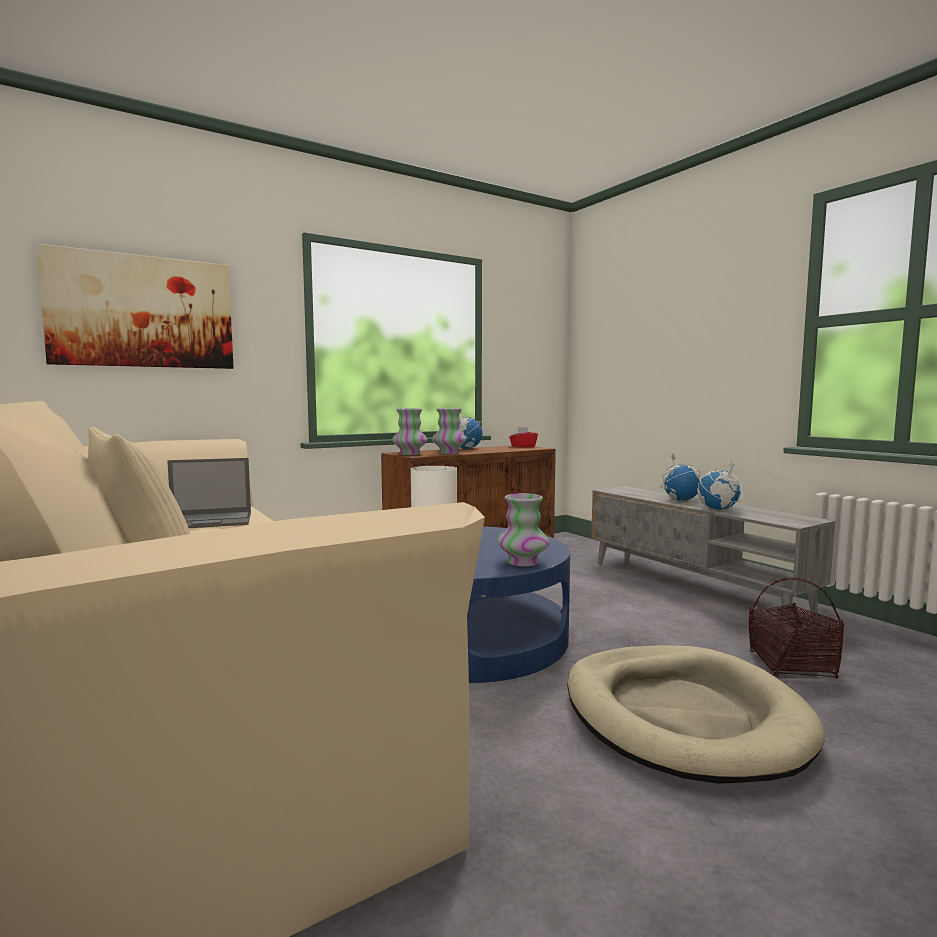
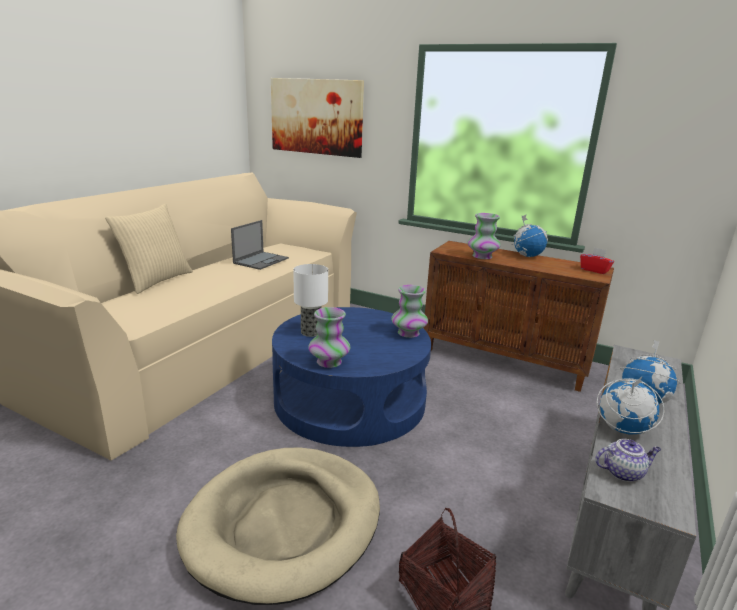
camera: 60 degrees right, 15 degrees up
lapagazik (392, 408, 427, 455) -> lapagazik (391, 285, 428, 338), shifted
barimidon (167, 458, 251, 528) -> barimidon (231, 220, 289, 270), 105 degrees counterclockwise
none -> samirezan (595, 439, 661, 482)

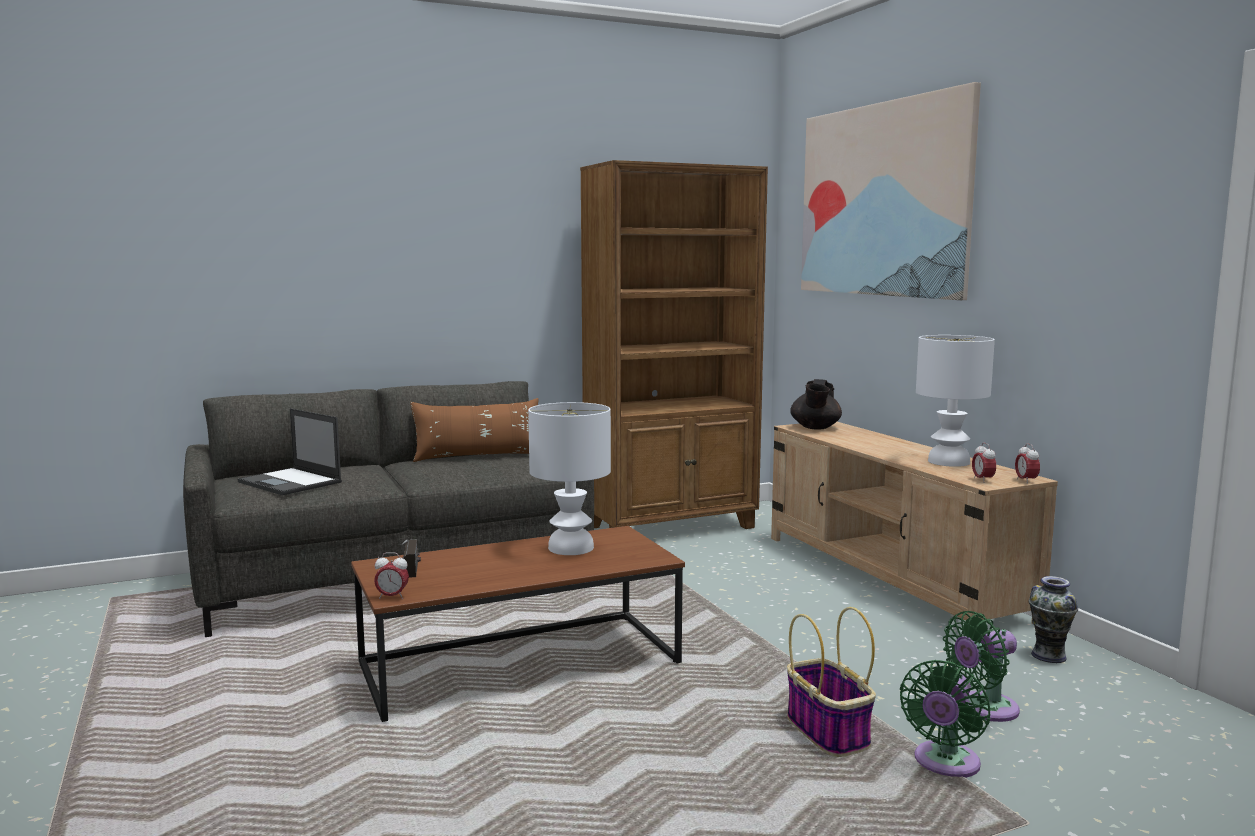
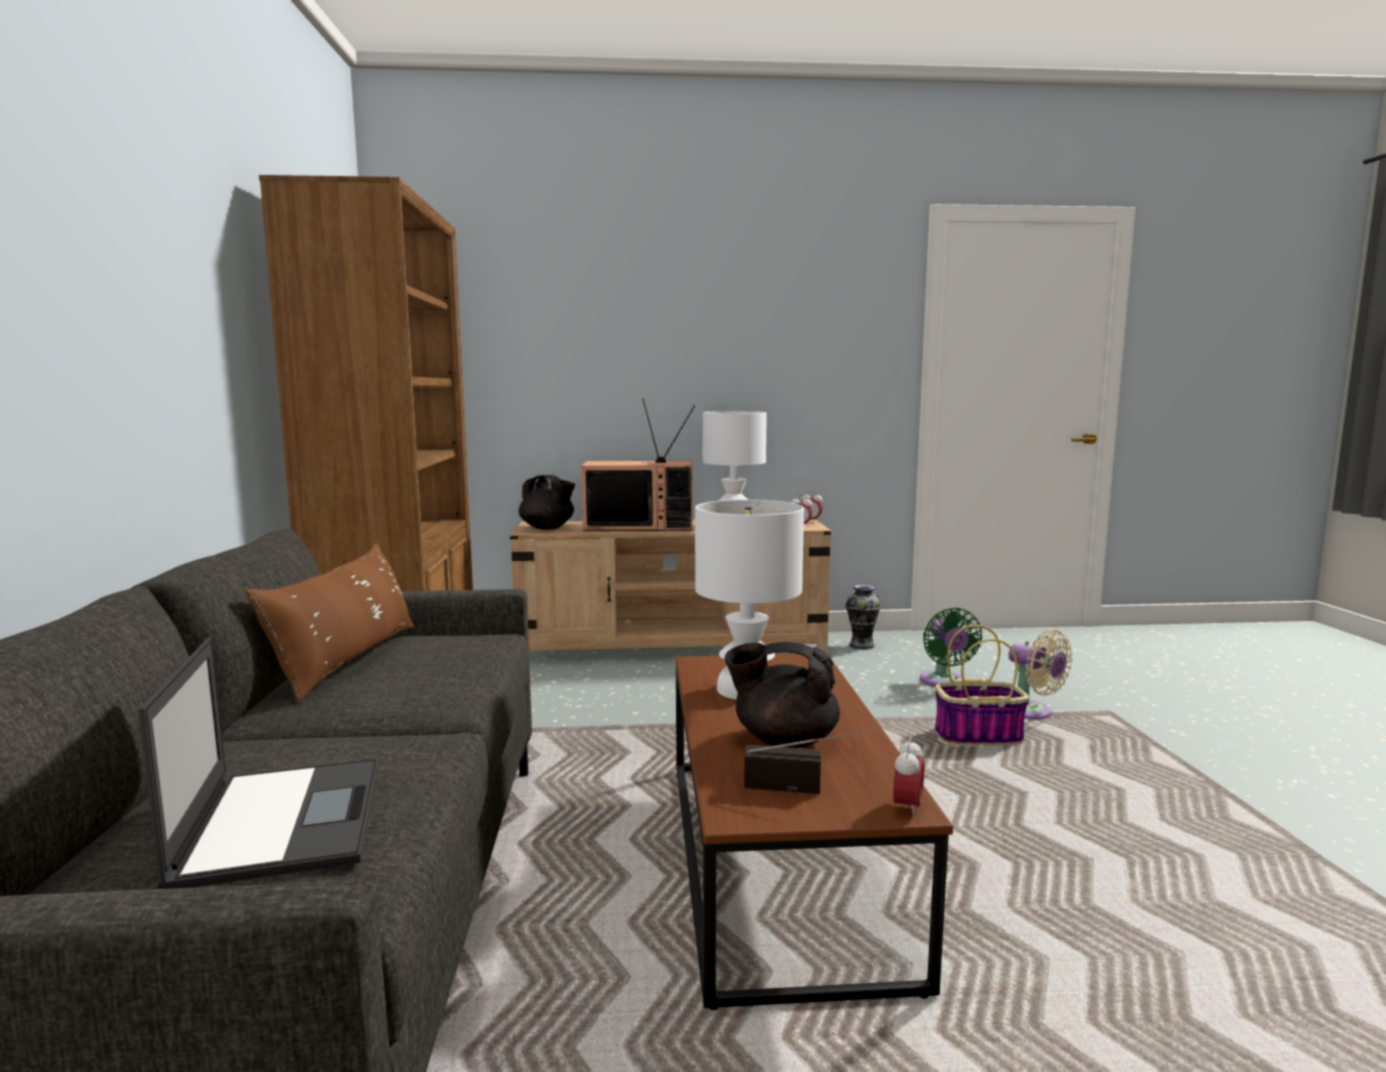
camera: 70 degrees left, 0 degrees up
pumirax (801, 82, 981, 300) -> none
barimidon (237, 408, 342, 495) -> barimidon (138, 637, 379, 889), 75 degrees counterclockwise
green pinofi (900, 660, 990, 778) -> beige pinofi (1008, 630, 1072, 719)
none -> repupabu (581, 398, 695, 531)
none -> black samirezan (725, 642, 840, 748)

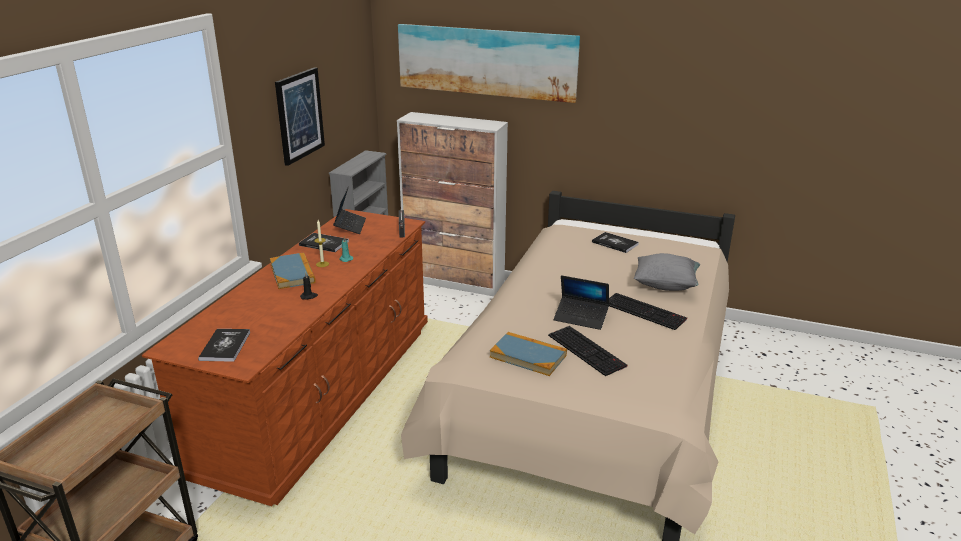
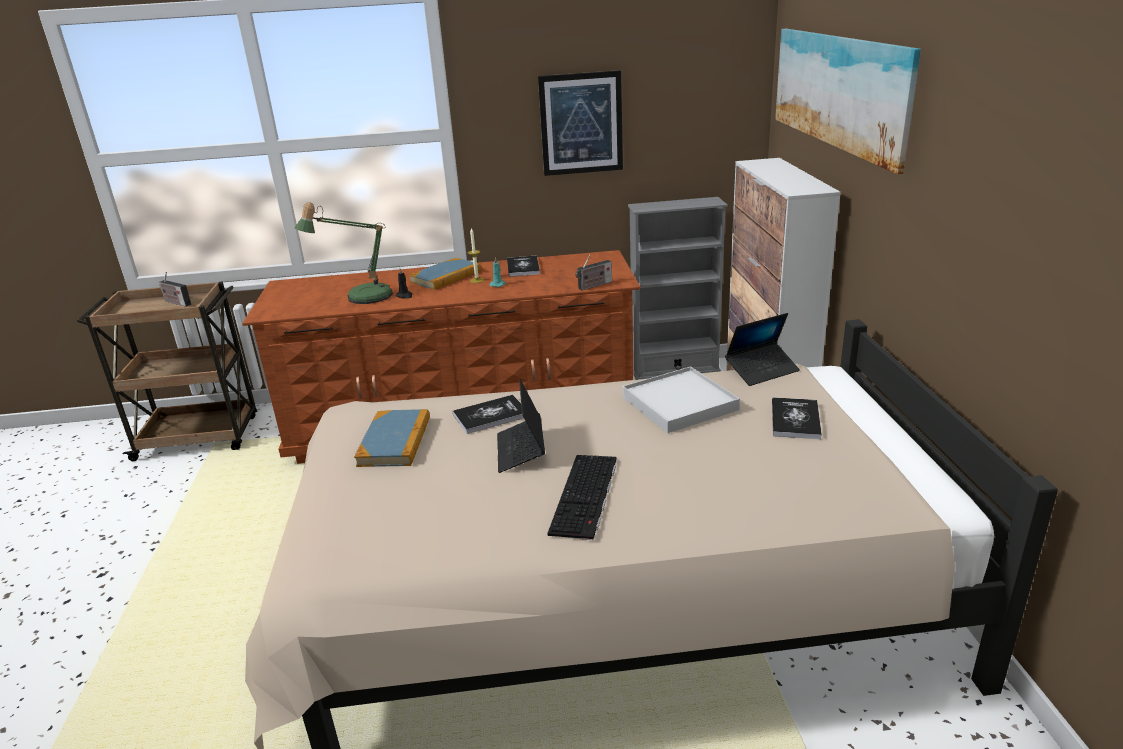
camera: 65 degrees right, 0 degrees up
barimidon (333, 187, 366, 234) -> barimidon (725, 313, 800, 386), shifted
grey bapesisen (634, 253, 700, 291) -> none
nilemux (548, 326, 627, 376) -> none
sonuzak (198, 329, 250, 362) -> sonuzak (453, 395, 524, 434), shifted
none -> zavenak (294, 202, 393, 304)
none -> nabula (159, 272, 191, 307)
none -> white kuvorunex (623, 366, 740, 433)

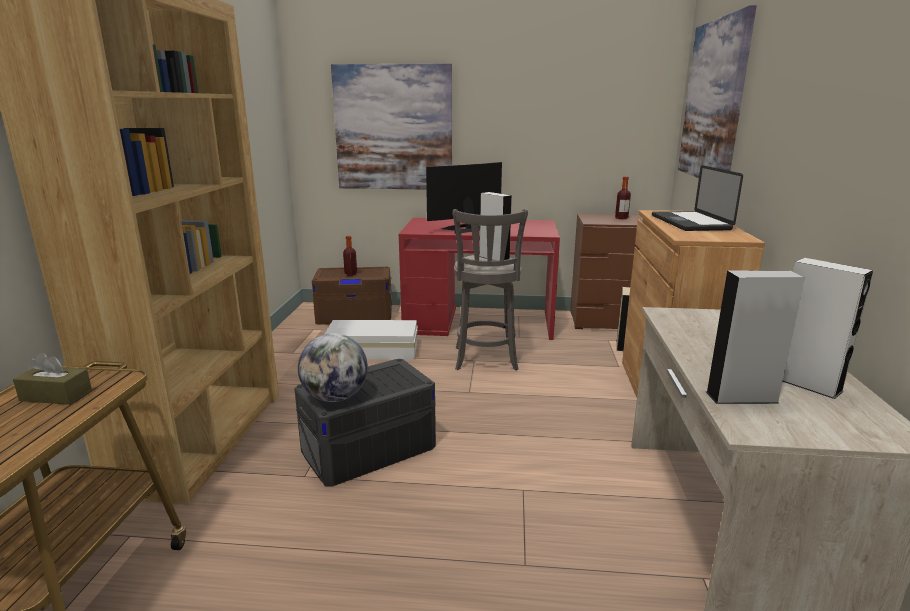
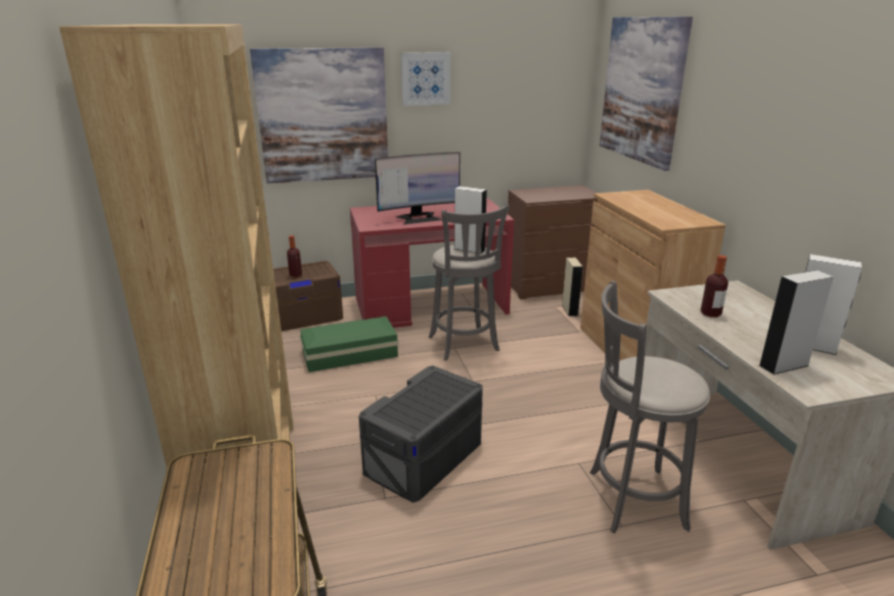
camera: 20 degrees left, 5 degrees up
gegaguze (426, 162, 502, 234) -> gegaguze (375, 152, 460, 225), 150 degrees counterclockwise
barimidon (652, 165, 743, 231) -> none
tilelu (615, 176, 631, 219) -> tilelu (700, 255, 728, 317), shifted
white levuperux (325, 320, 418, 360) -> green levuperux (300, 316, 399, 372)
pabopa (298, 333, 368, 402) -> none
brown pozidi (13, 352, 92, 405) -> none
none -> pumirax (401, 52, 451, 106)
none -> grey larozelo (590, 281, 710, 533)

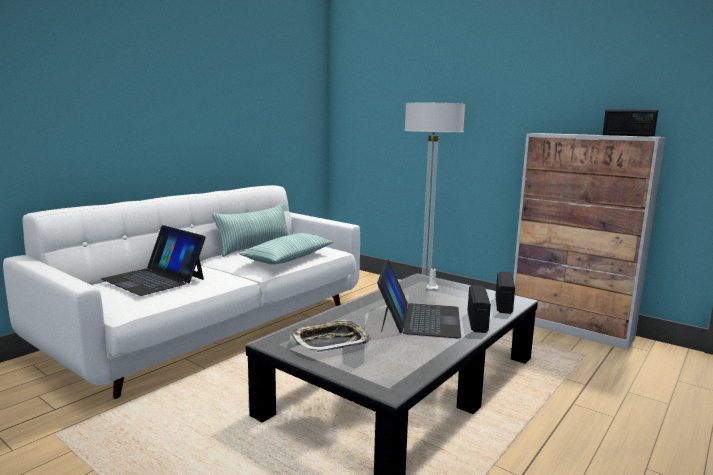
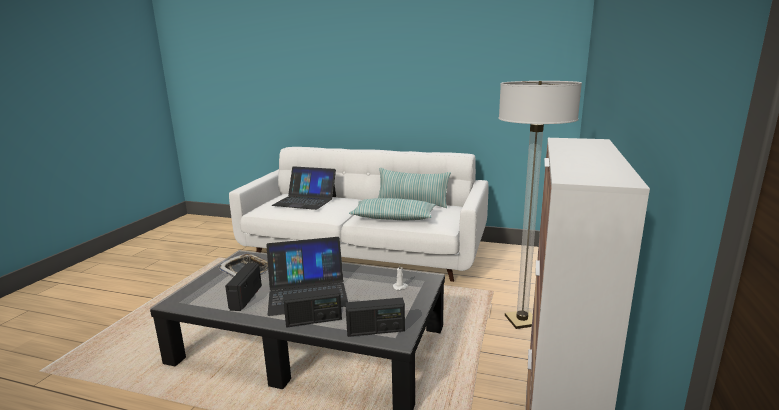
camera: 70 degrees right, 5 degrees up
nabula (602, 110, 658, 137) -> nabula (225, 263, 262, 311), shifted
barimidon (101, 225, 206, 296) -> barimidon (272, 166, 336, 210), 90 degrees counterclockwise

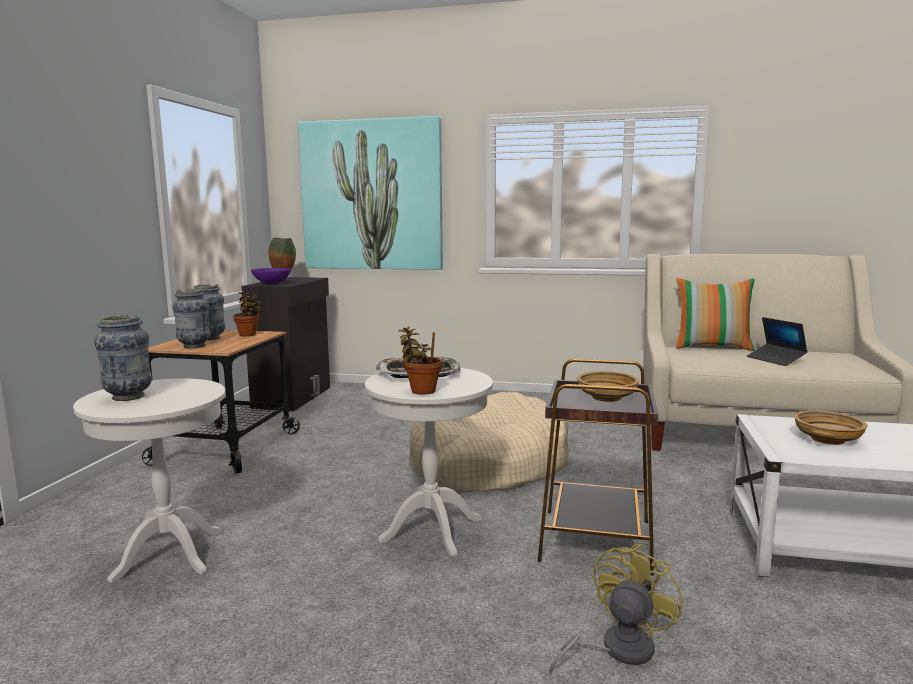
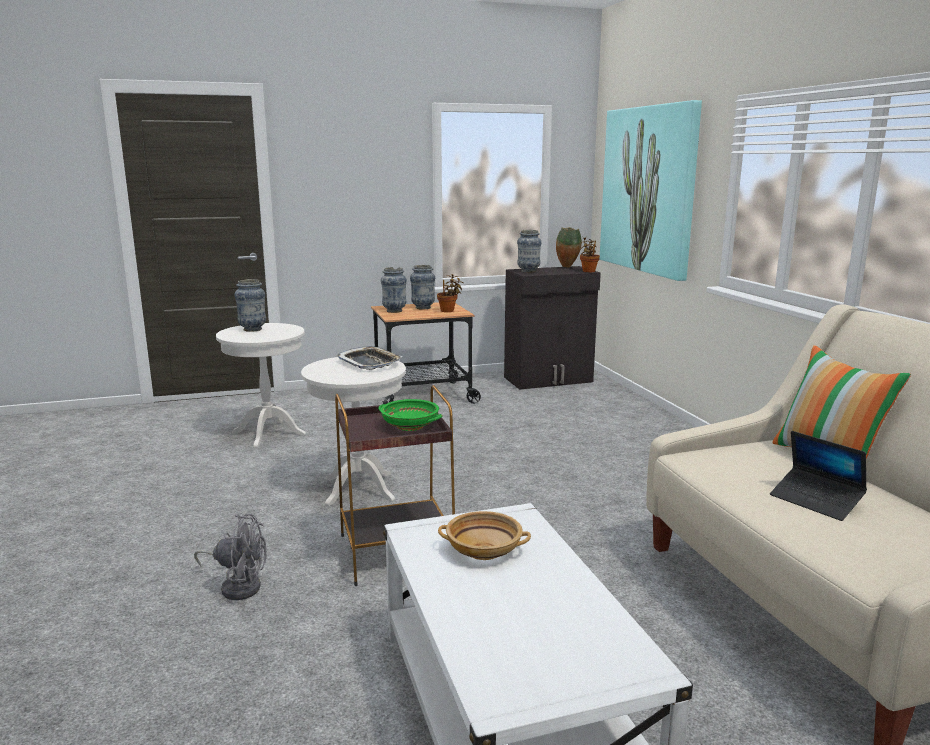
camera: 60 degrees right, 5 degrees up
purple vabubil (251, 268, 291, 285) -> lapagazik (517, 230, 542, 273)
barimidon (747, 317, 808, 366) -> barimidon (770, 431, 867, 521), 75 degrees counterclockwise
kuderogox (398, 326, 442, 395) -> kuderogox (580, 237, 600, 272), shifted
beige vabubil (577, 371, 639, 402) -> green vabubil (378, 399, 442, 431)
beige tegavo (409, 392, 568, 492) -> none
yellow pinofi (549, 544, 682, 674) -> grey pinofi (194, 514, 267, 600)

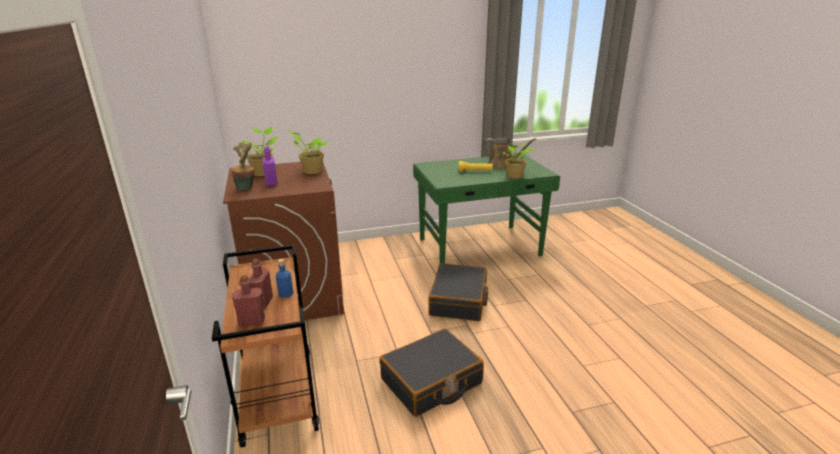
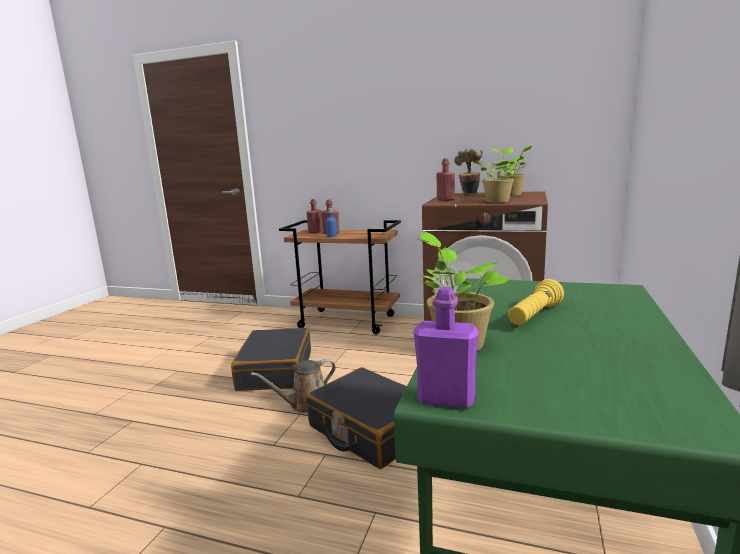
camera: 125 degrees right, 10 degrees down
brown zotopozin (483, 138, 537, 168) -> brown zotopozin (251, 359, 336, 413), shifted
purple tilelu (262, 146, 278, 186) -> purple tilelu (414, 287, 479, 409), shifted
none -> red tilelu (436, 158, 455, 201)

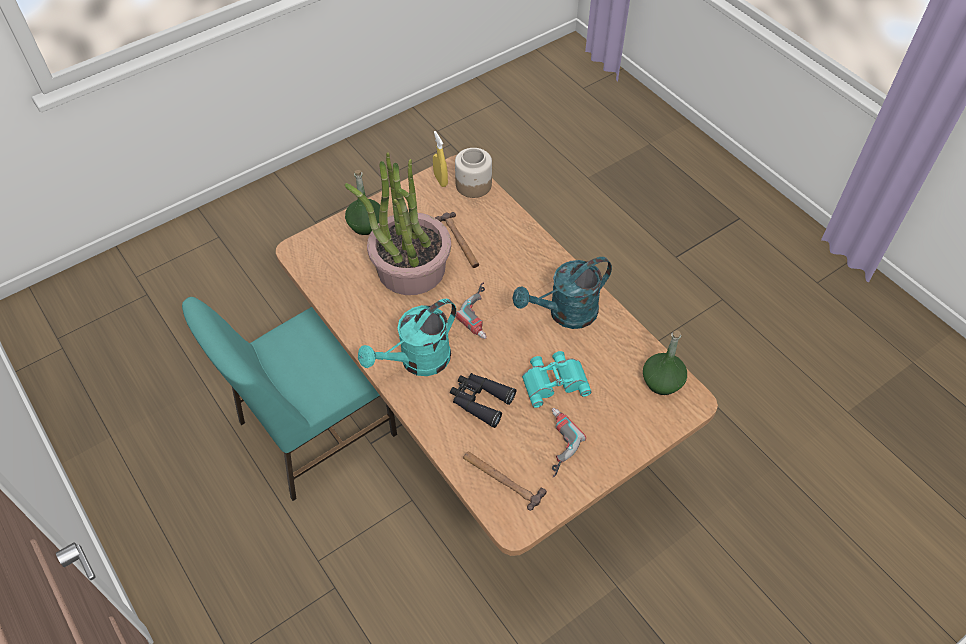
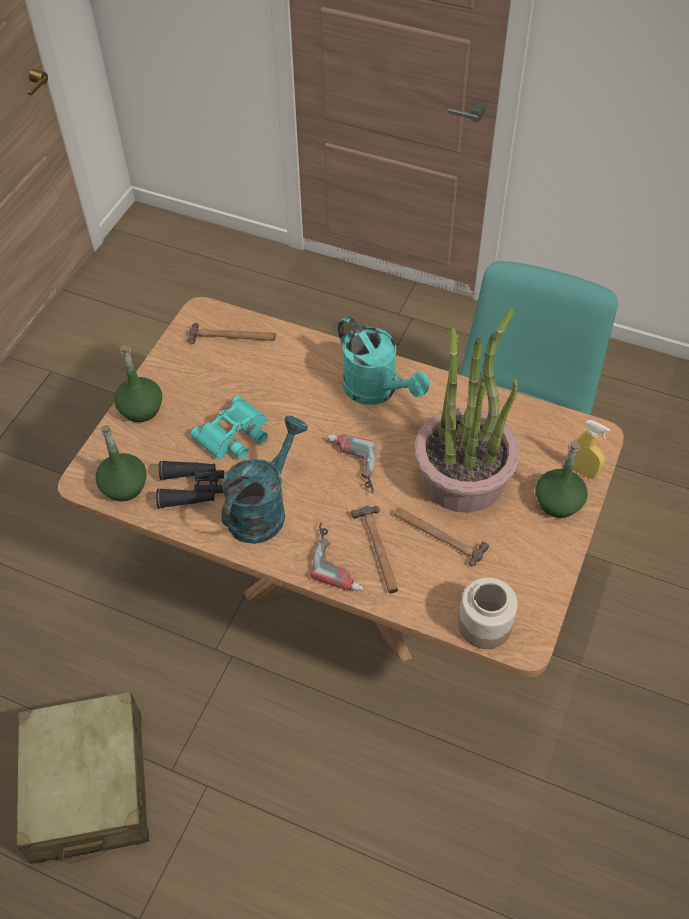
camera: 150 degrees right, 0 degrees up
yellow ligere (433, 131, 448, 187) -> yellow ligere (573, 420, 611, 479), shifted
turquoise zotopozin (358, 299, 456, 376) -> turquoise zotopozin (338, 316, 429, 405), 120 degrees clockwise
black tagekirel (450, 373, 516, 428) -> black tagekirel (156, 460, 224, 509), shifted
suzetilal (552, 408, 586, 477) -> suzetilal (311, 522, 364, 592), shifted
none -> green tilelu (114, 345, 162, 422)
none -> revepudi (351, 506, 398, 593)
none -> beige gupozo (16, 692, 149, 864)

